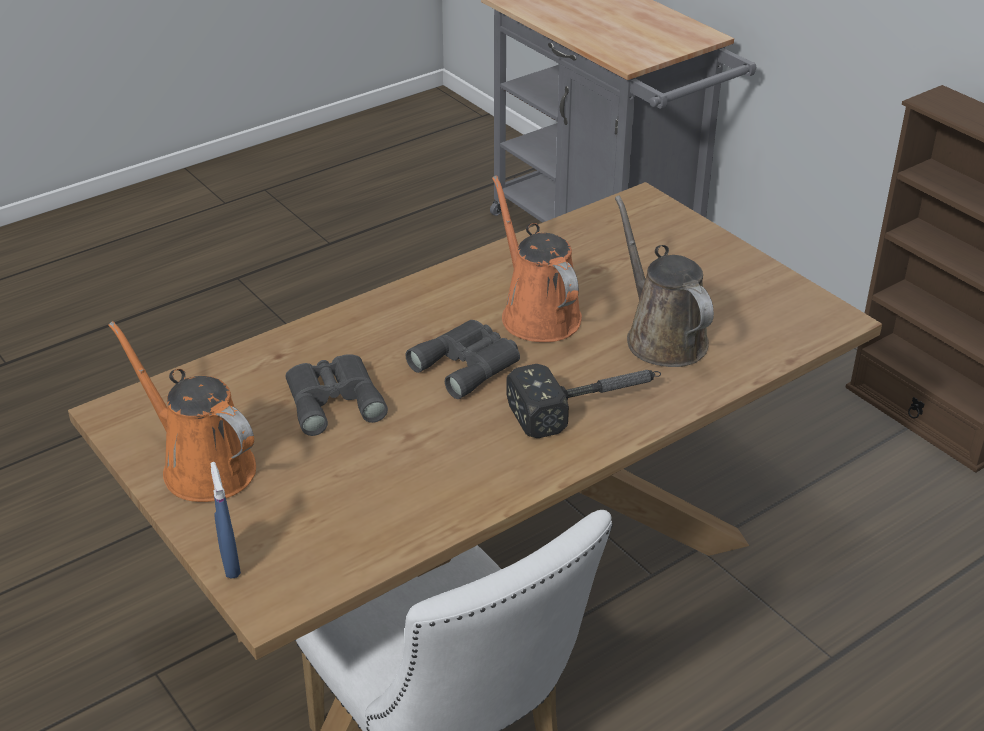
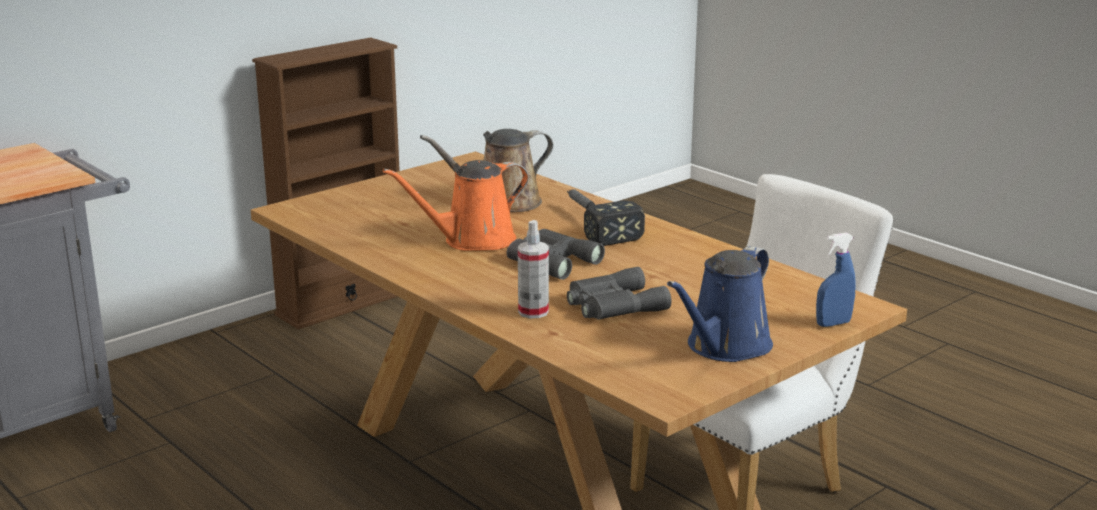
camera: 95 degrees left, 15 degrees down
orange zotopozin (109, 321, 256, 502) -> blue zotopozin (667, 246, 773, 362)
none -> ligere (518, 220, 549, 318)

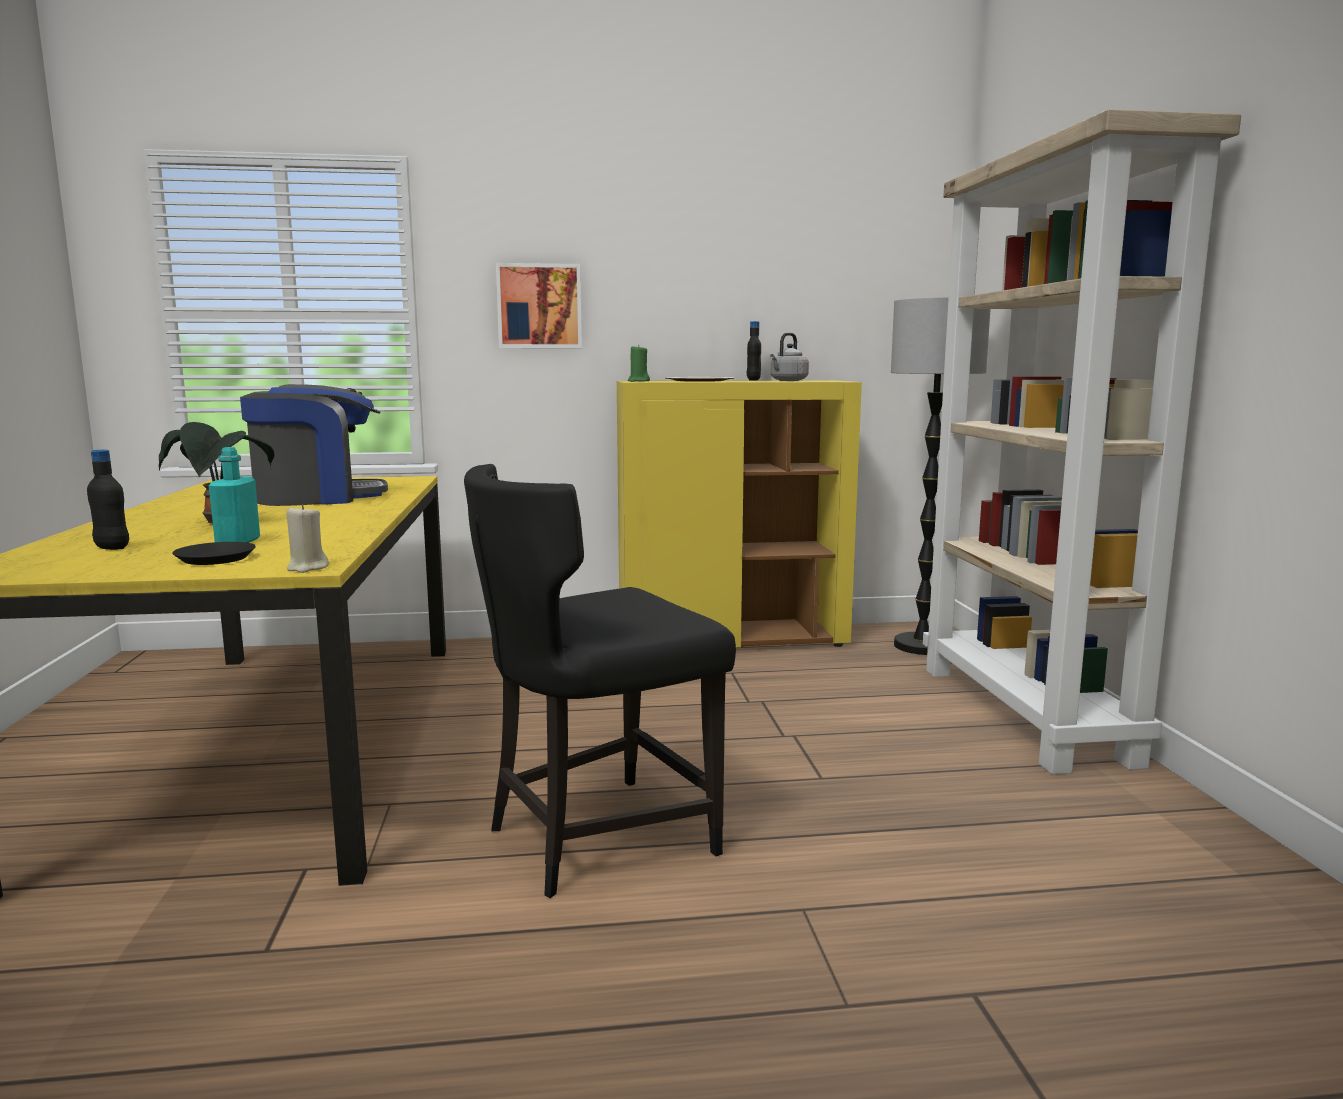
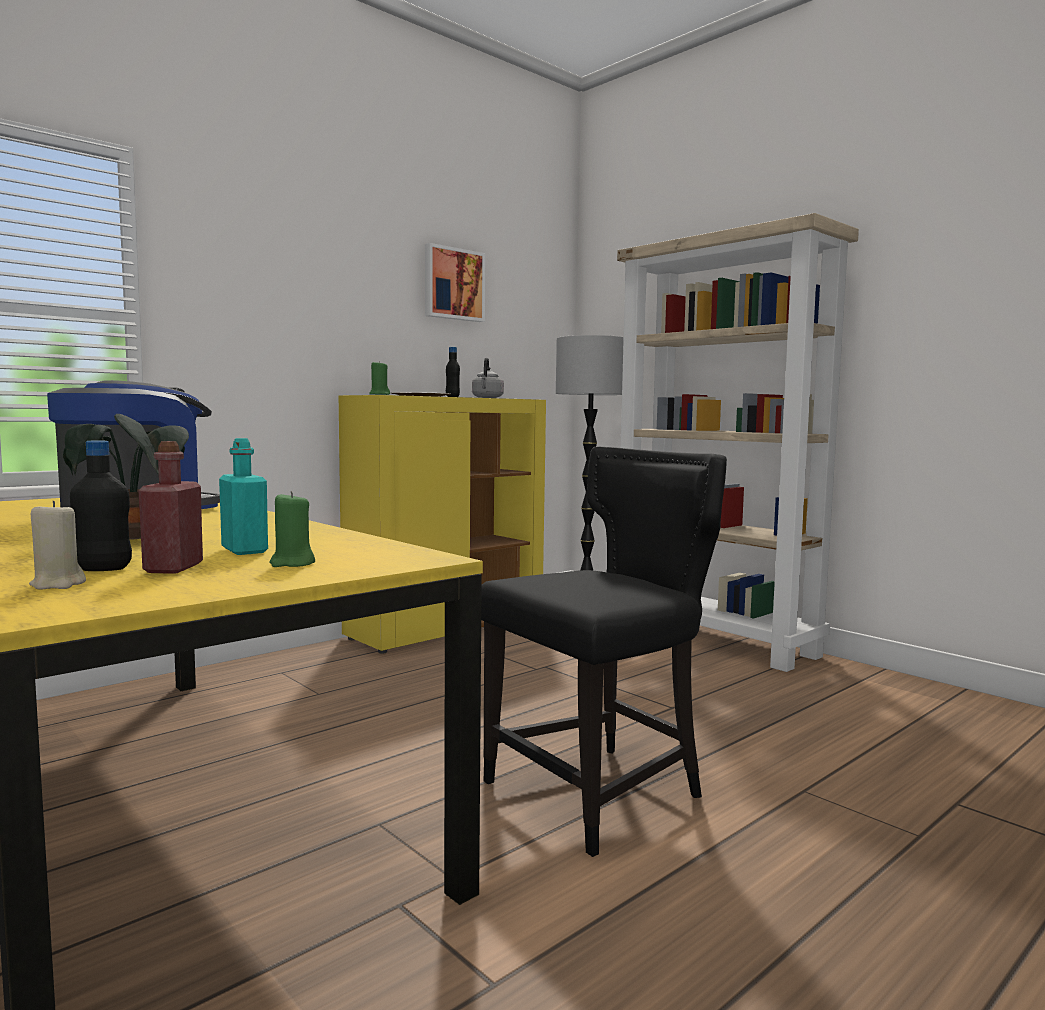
camera: 35 degrees left, 5 degrees down
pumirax (496, 263, 582, 348) -> pumirax (425, 243, 485, 322), shifted
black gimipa (464, 464, 736, 898) -> black gimipa (481, 447, 727, 857), 150 degrees counterclockwise
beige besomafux (286, 504, 329, 573) -> beige besomafux (29, 501, 86, 590), shifted
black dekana (172, 542, 256, 565) -> green besomafux (269, 491, 315, 567)
none -> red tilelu (139, 441, 203, 574)

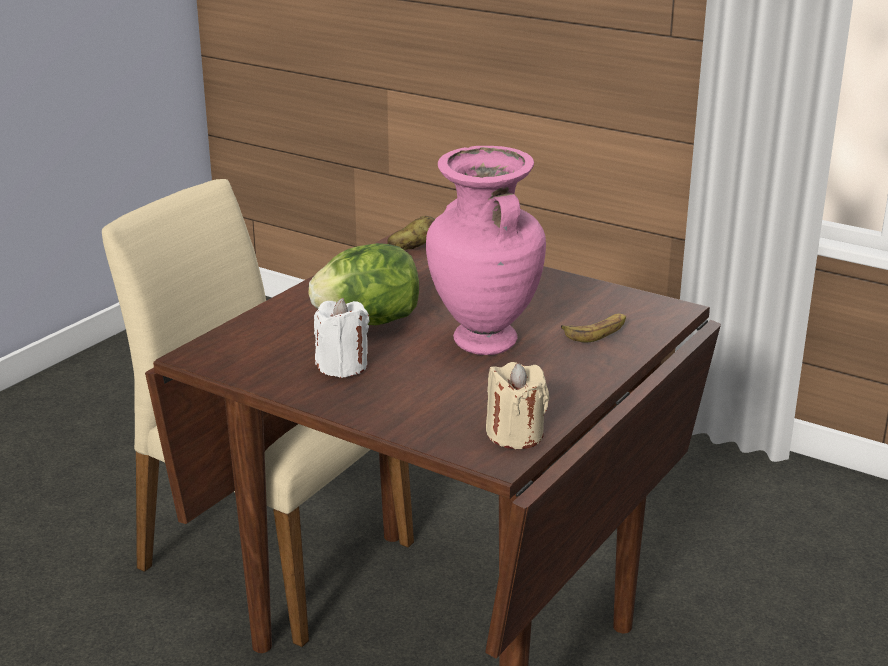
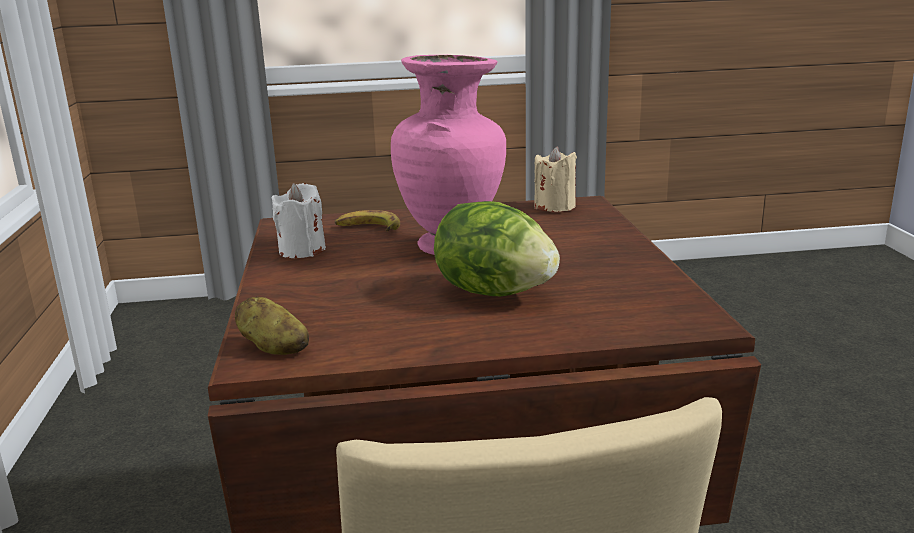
camera: 130 degrees left, 5 degrees down
white besomafux (314, 298, 369, 378) -> white besomafux (272, 183, 326, 258), shifted

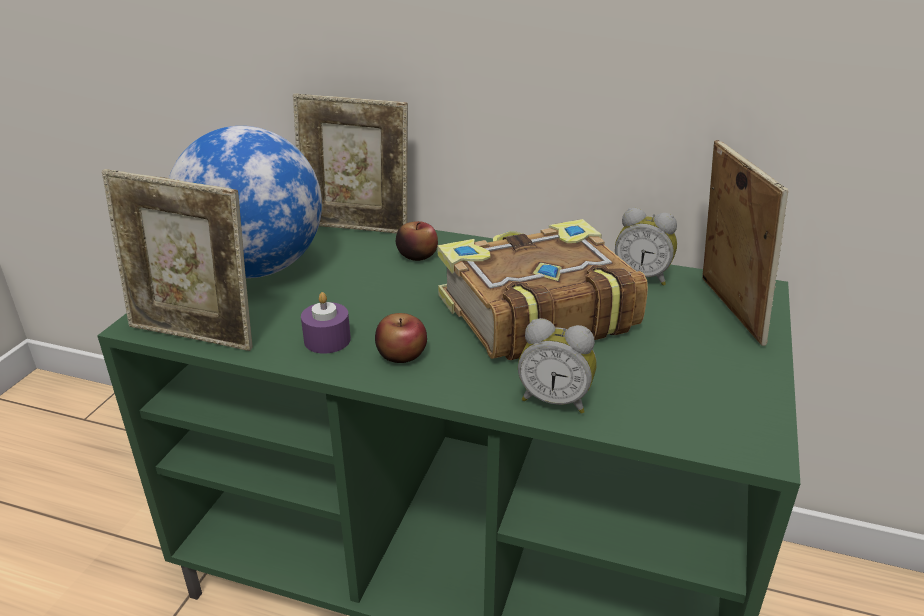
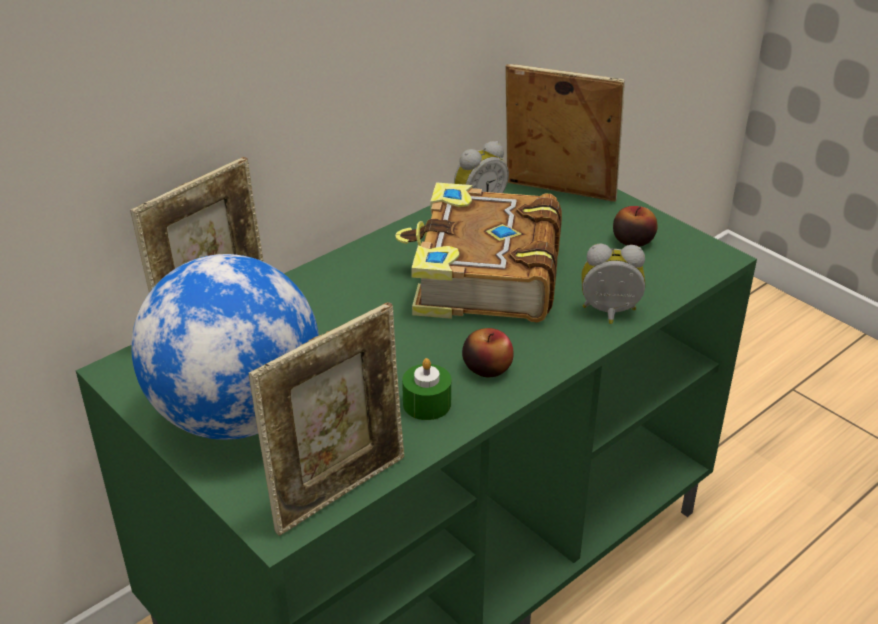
camera: 60 degrees left, 5 degrees up
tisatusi (396, 221, 438, 261) -> tisatusi (613, 206, 658, 247), shifted
purple besomafux (301, 292, 351, 354) -> green besomafux (402, 358, 451, 420)
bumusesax (518, 318, 596, 414) -> bumusesax (581, 244, 645, 324), 135 degrees counterclockwise

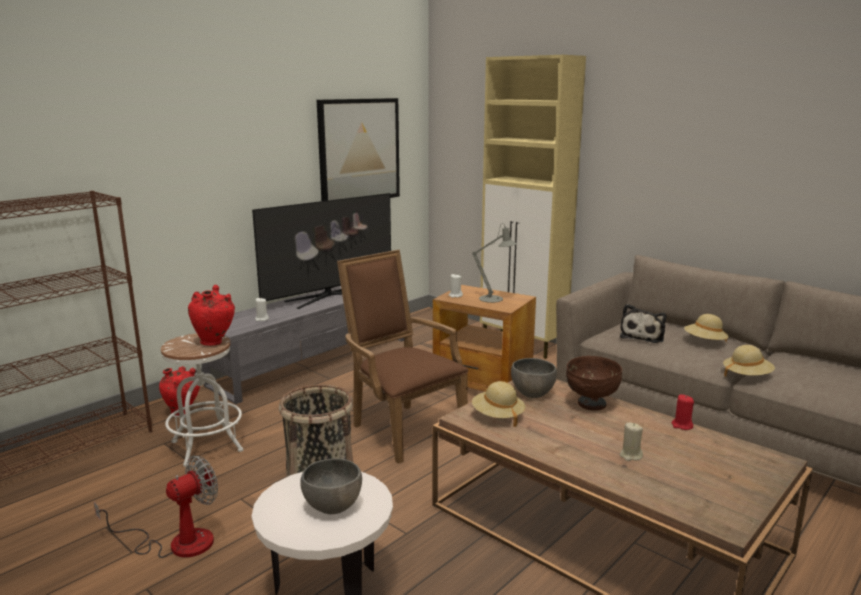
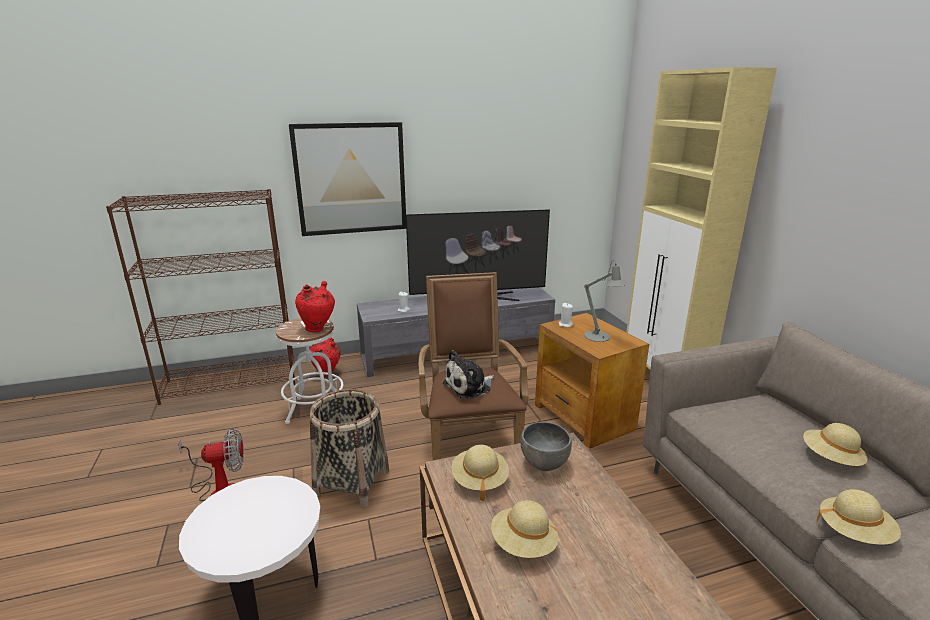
camera: 30 degrees right, 5 degrees up
pumirax (317, 98, 400, 201) -> pumirax (289, 122, 406, 236), shifted
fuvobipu (620, 304, 666, 343) -> fuvobipu (443, 350, 494, 399), shifted
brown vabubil (566, 356, 622, 411) -> none
red besomafux (672, 394, 694, 430) -> none
beige besomafux (620, 423, 643, 461) -> none
grey vabubil (300, 459, 362, 514) -> none
none -> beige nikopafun (491, 500, 559, 558)

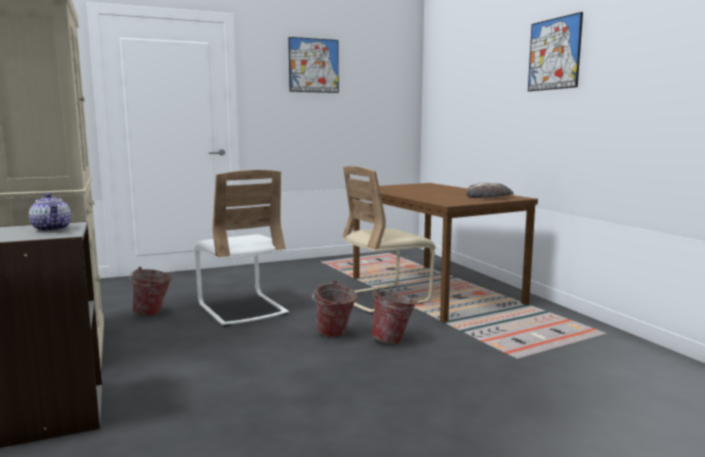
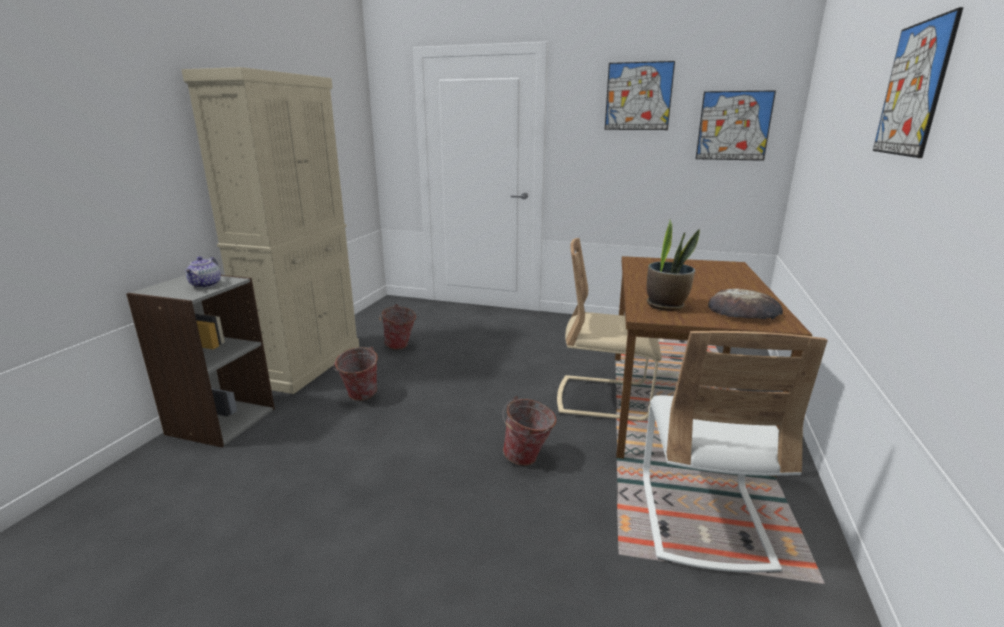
camera: 40 degrees right, 10 degrees up
white gimipa (195, 170, 289, 327) -> white gimipa (643, 331, 828, 573), shifted
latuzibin (312, 281, 357, 337) -> latuzibin (333, 346, 378, 401), shifted
none -> pumirax (696, 90, 776, 161)
none -> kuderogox (647, 220, 700, 311)

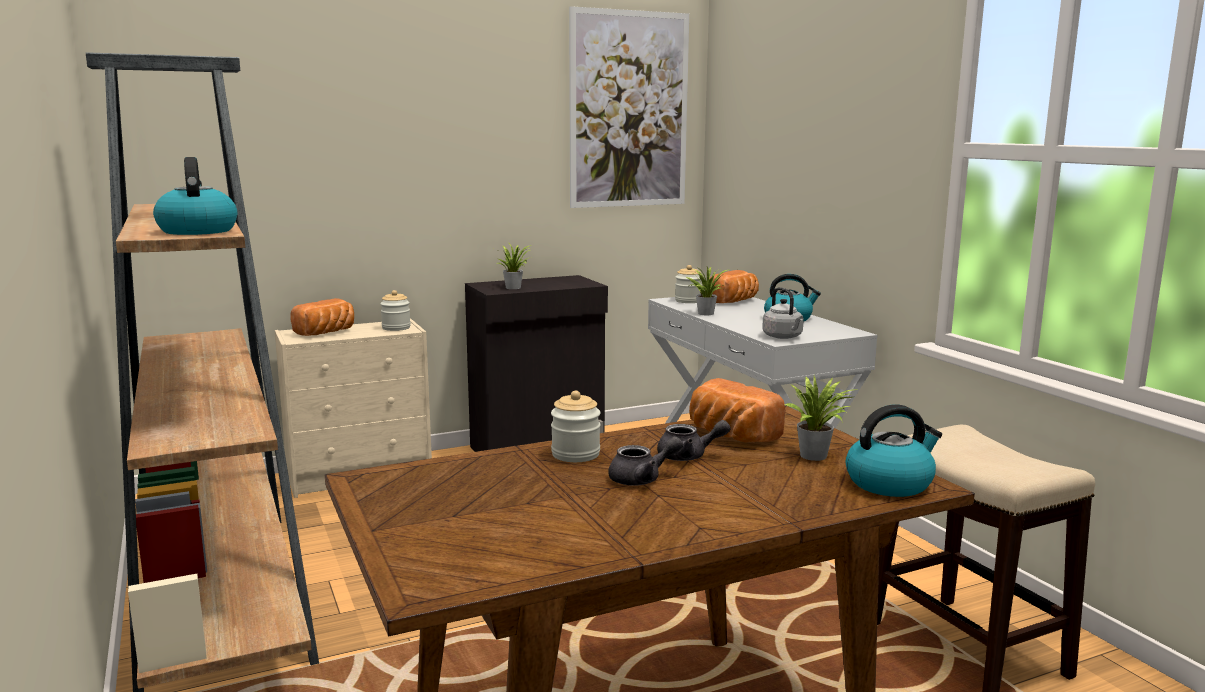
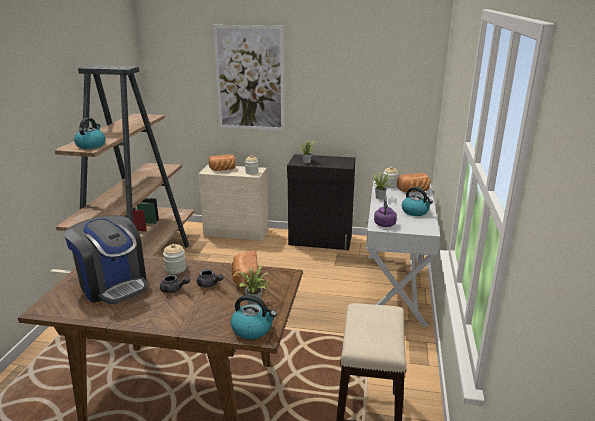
camera: 35 degrees right, 10 degrees up
pumirax (569, 6, 689, 208) -> pumirax (213, 25, 284, 130), shifted
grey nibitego (762, 287, 804, 339) -> purple nibitego (374, 198, 397, 227)
none -> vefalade (64, 215, 147, 304)

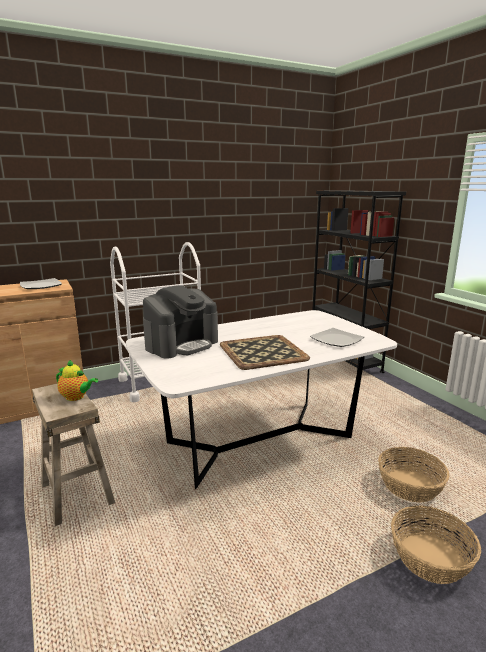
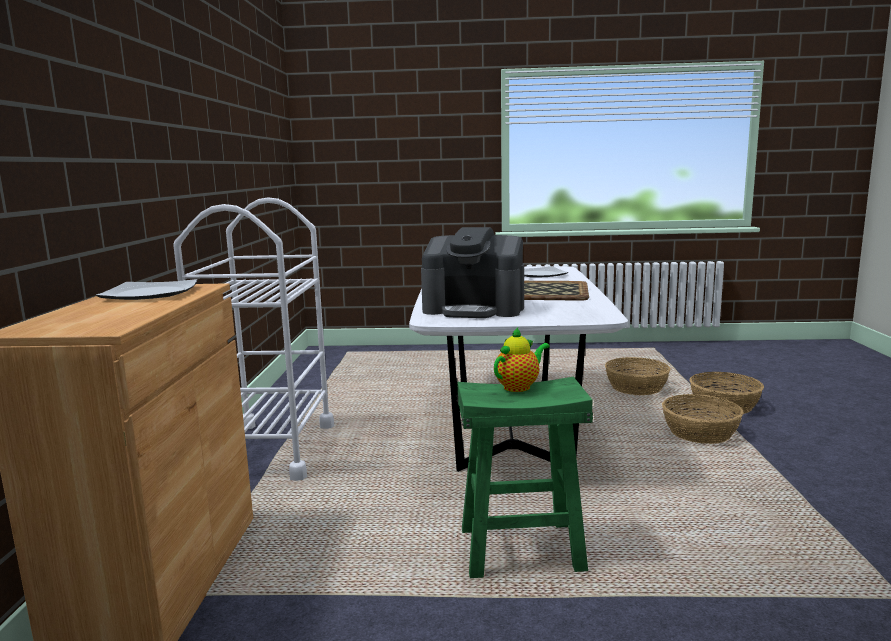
camera: 60 degrees left, 5 degrees down
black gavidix (312, 190, 406, 373) -> none
vefalade (143, 285, 218, 359) -> vefalade (421, 227, 524, 318), 120 degrees clockwise
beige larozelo (32, 384, 115, 526) -> green larozelo (457, 377, 593, 578)
none -> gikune (662, 394, 744, 444)

